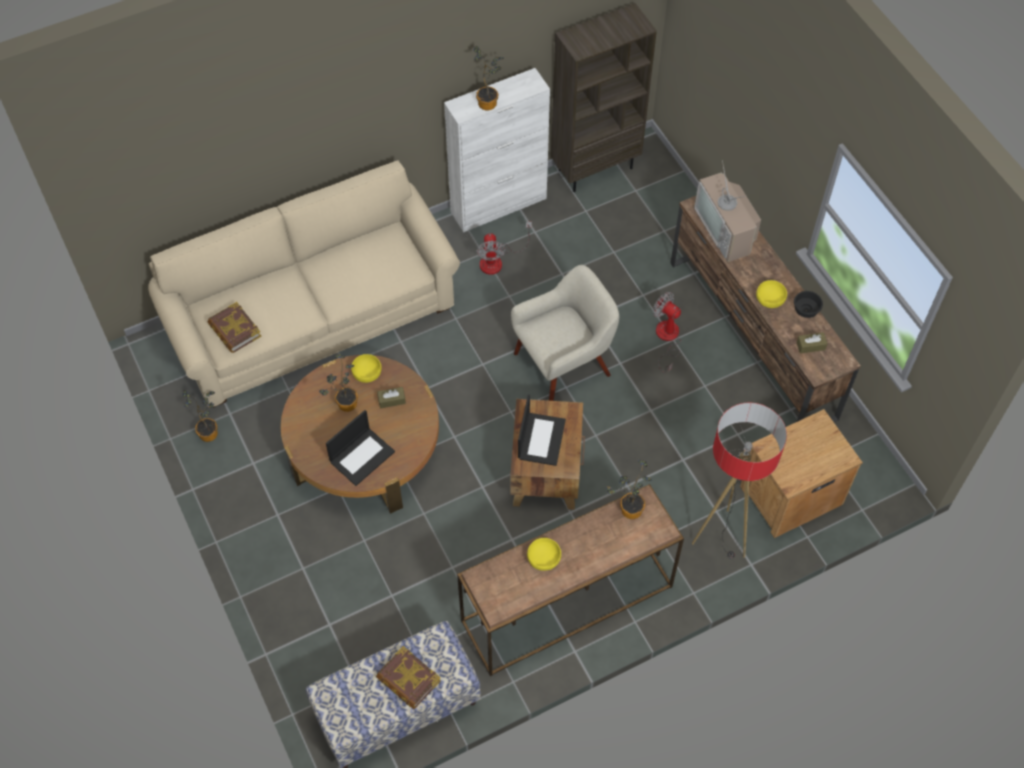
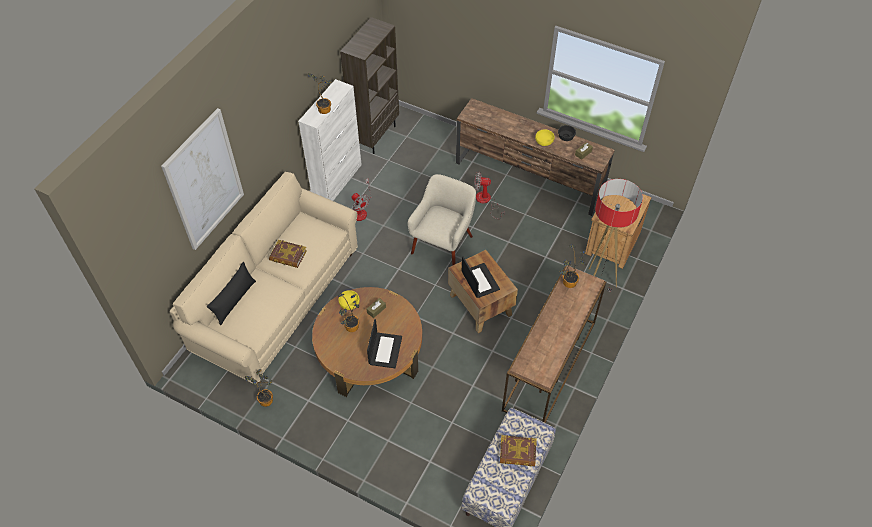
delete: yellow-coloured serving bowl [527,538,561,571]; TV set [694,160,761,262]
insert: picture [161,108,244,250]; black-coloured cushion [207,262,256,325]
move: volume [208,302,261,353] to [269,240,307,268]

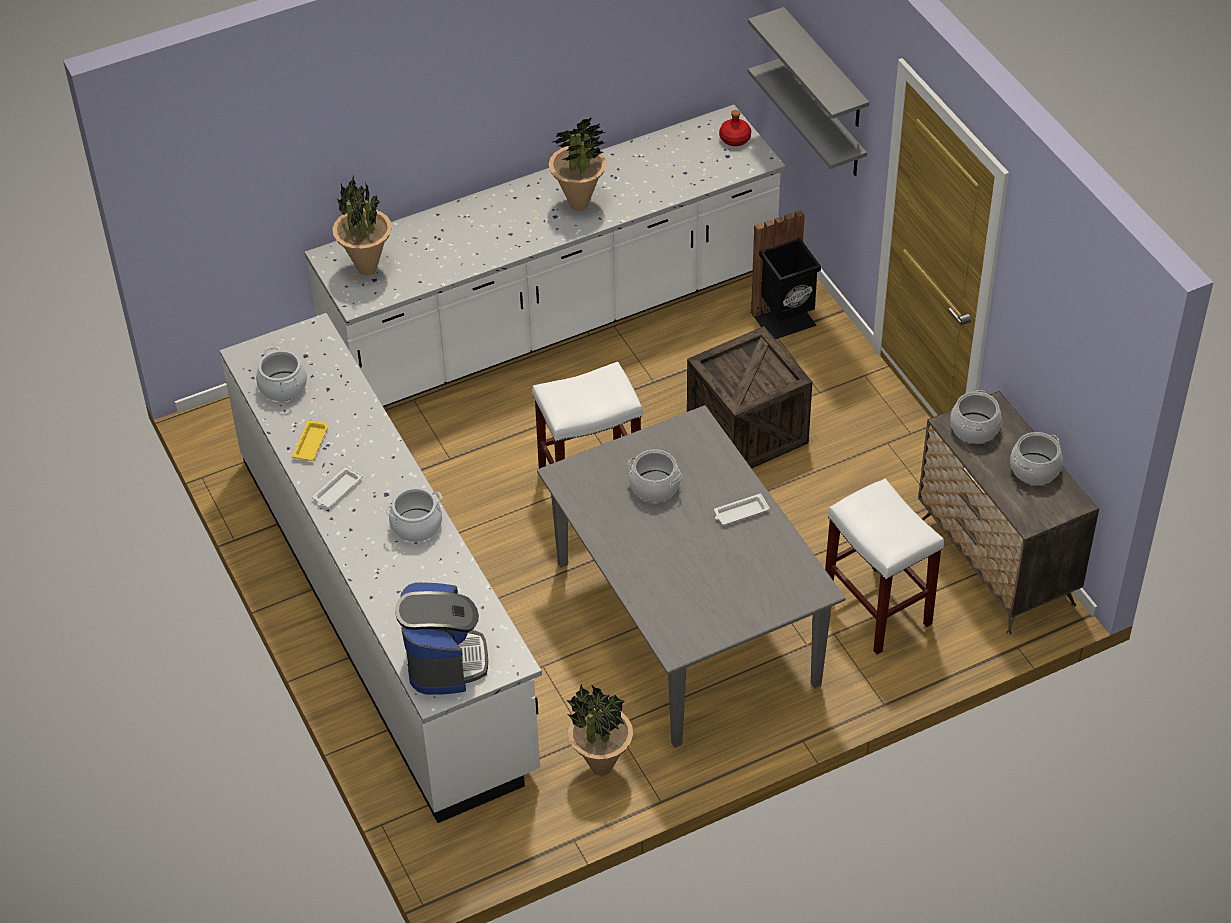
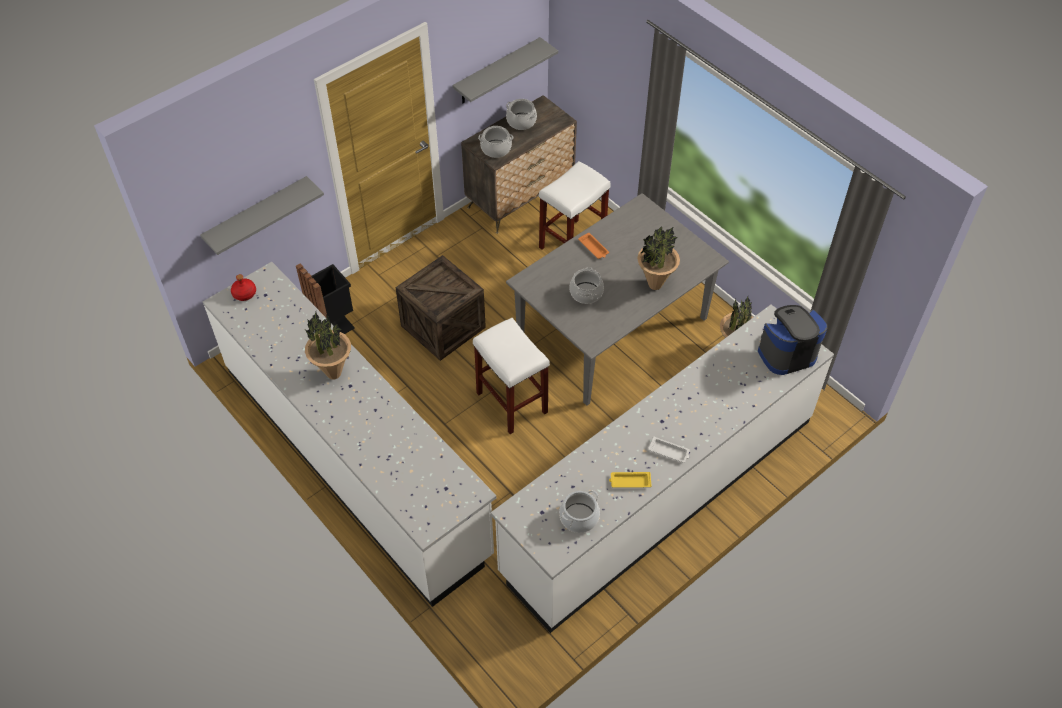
delete: stockpot [385,487,442,542]
move: plant in a pot [333,176,392,275] to [637,226,680,290]; grey wall shelf [748,7,869,127] to [452,37,558,103]
recolor: whitish tray [714,493,770,525] to orange tray [578,232,609,259]

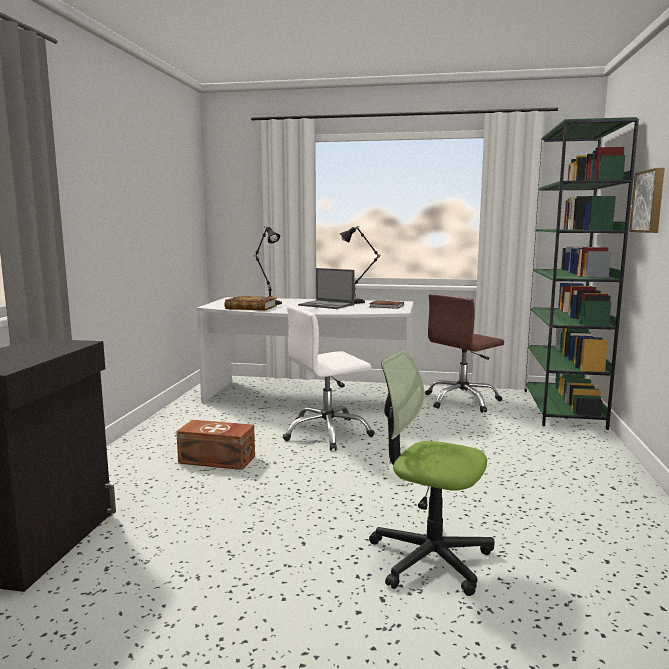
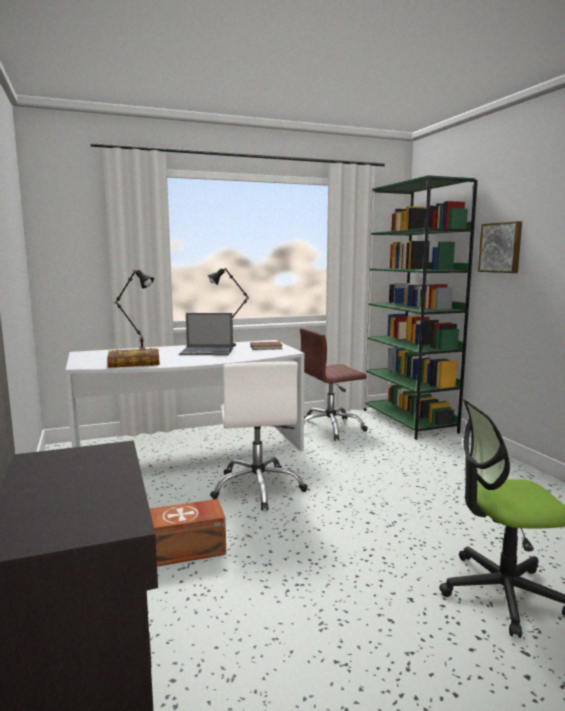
rotate: whitish office chair [283,305,375,451] = [210,361,308,511] 45 degrees counterclockwise; brownish office chair [425,293,504,413] = [300,328,368,441] 45 degrees clockwise

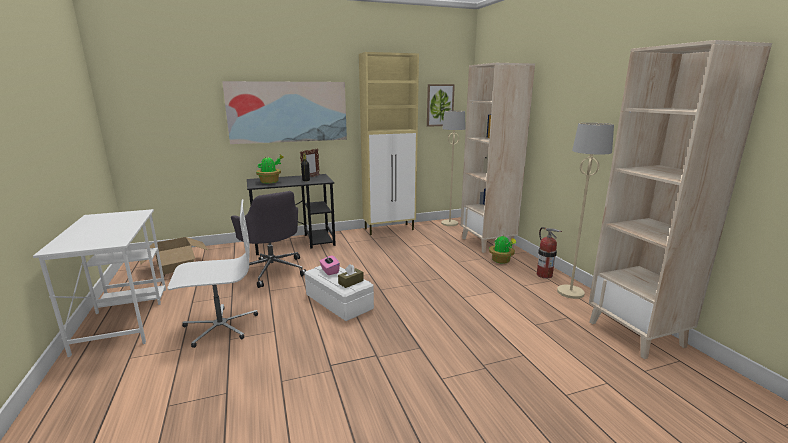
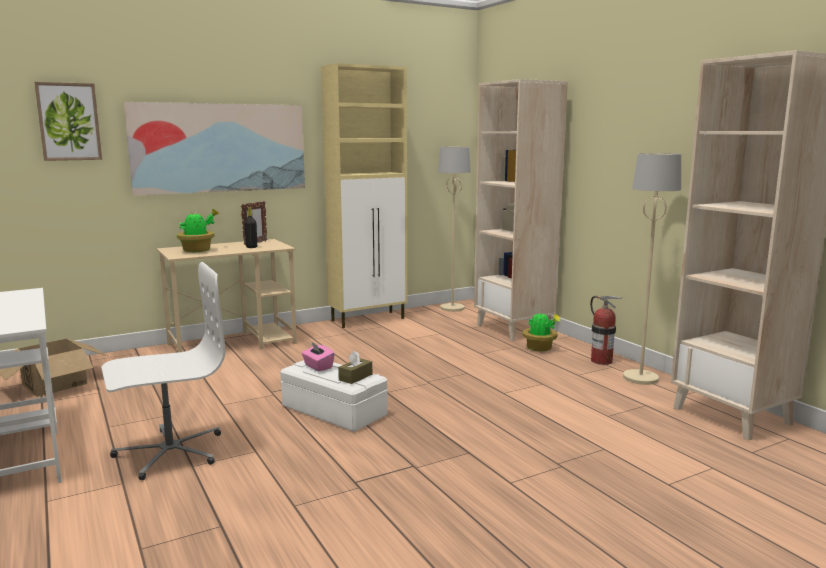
delete: grey office chair [231,191,306,288]
move: picture [427,84,455,127] to [34,82,102,161]
recolor: black-coloured desk unit [247,174,336,255] to beige-coloured desk unit [157,239,297,352]

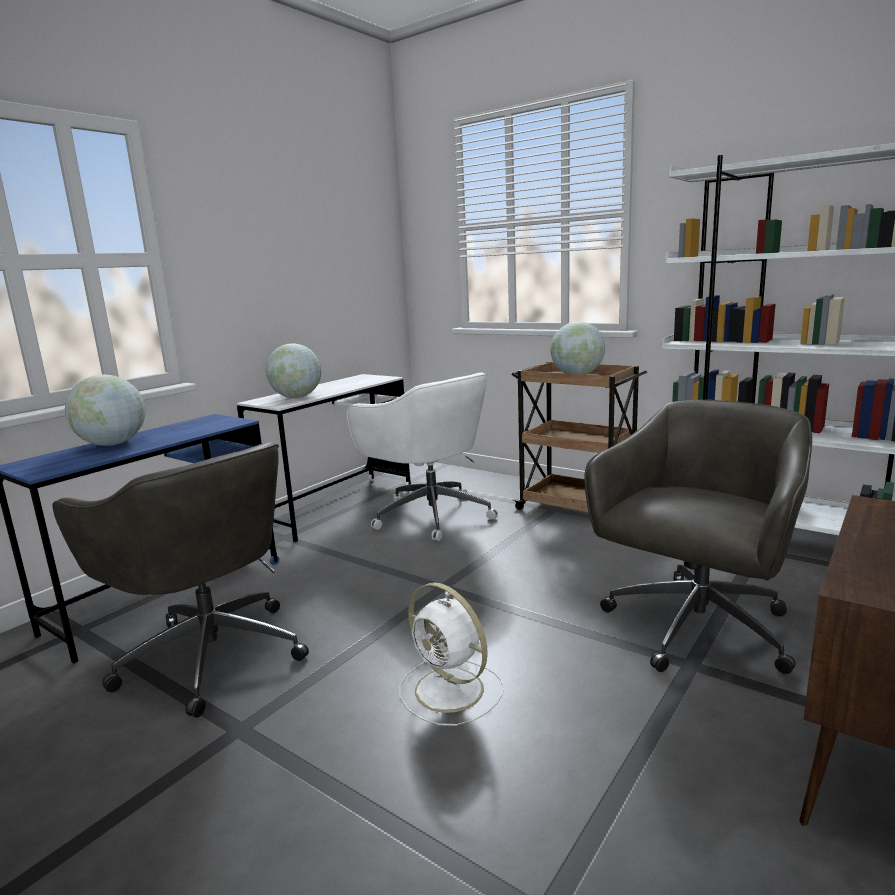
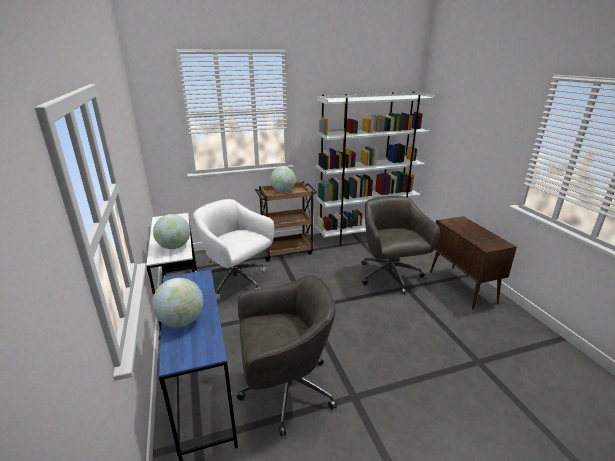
delete: whitish electric fan [399,582,504,726]
rotate: whitish office chair [346,372,498,541] = [193,199,274,300] 135 degrees counterclockwise

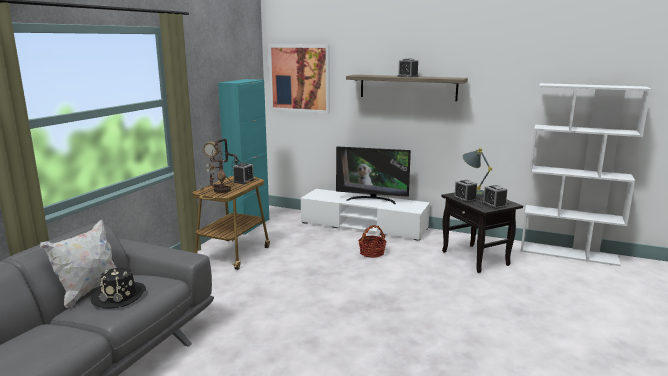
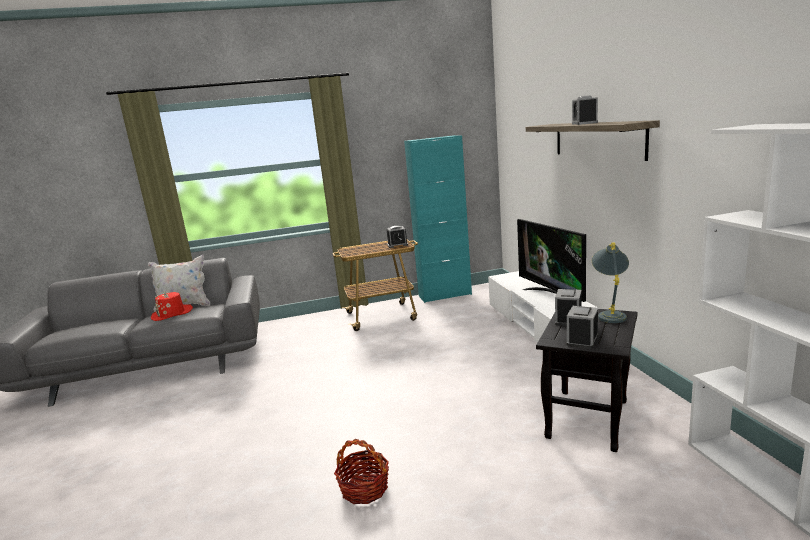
delete: tabletop lamp [199,139,243,193]; picture [268,44,330,114]
move: basket [358,225,387,258] to [334,439,389,504]
recolor: black-coloured wearable hat [91,268,146,309] to red-coloured wearable hat [151,291,193,321]

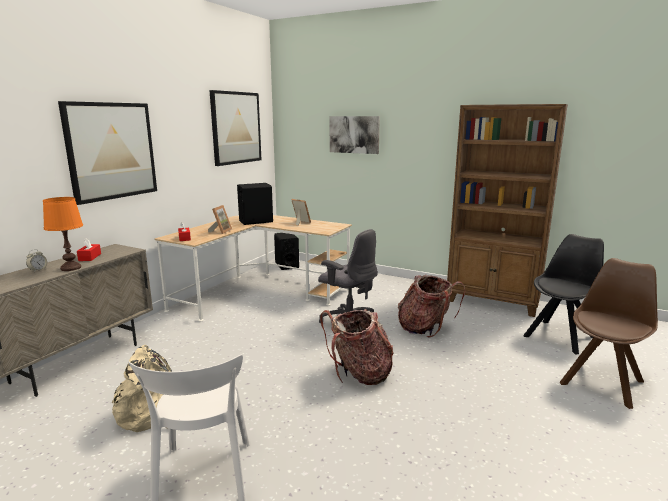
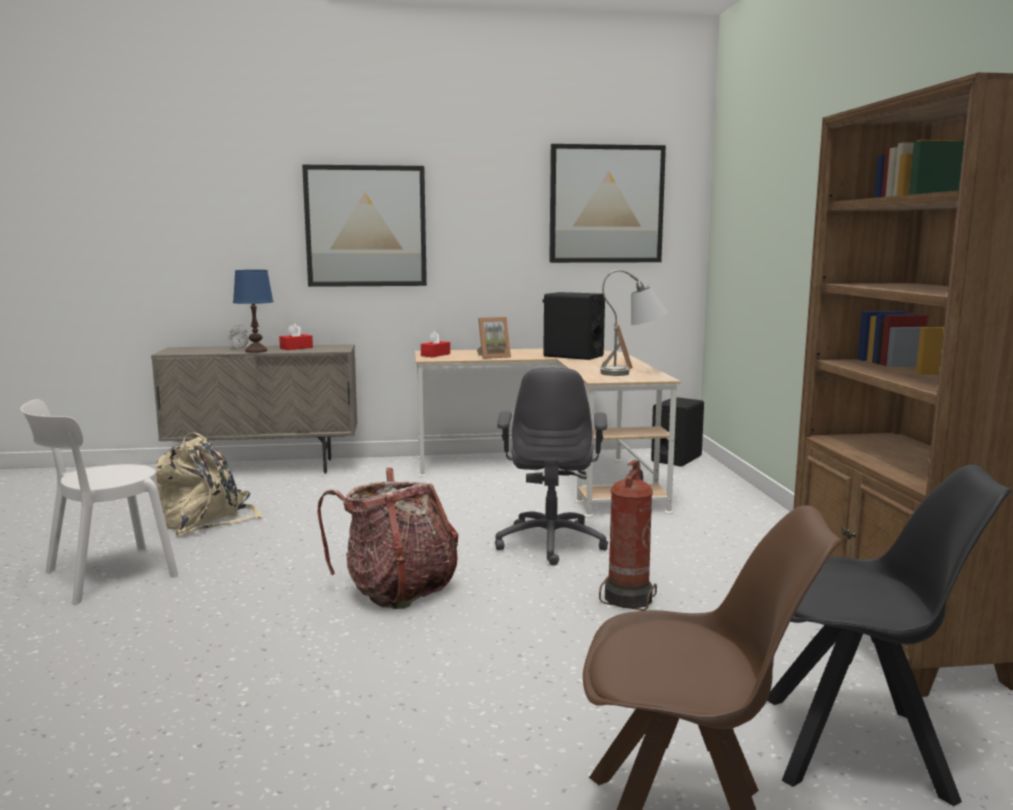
delete: picture [330,116,380,154]
insert: grey tabletop lamp [601,270,668,376]
replace: knapsack [398,275,465,338] to fire extinguisher [599,460,657,611]
recolor: orange tabletop lamp [43,197,83,271] to bluish tabletop lamp [233,270,274,353]

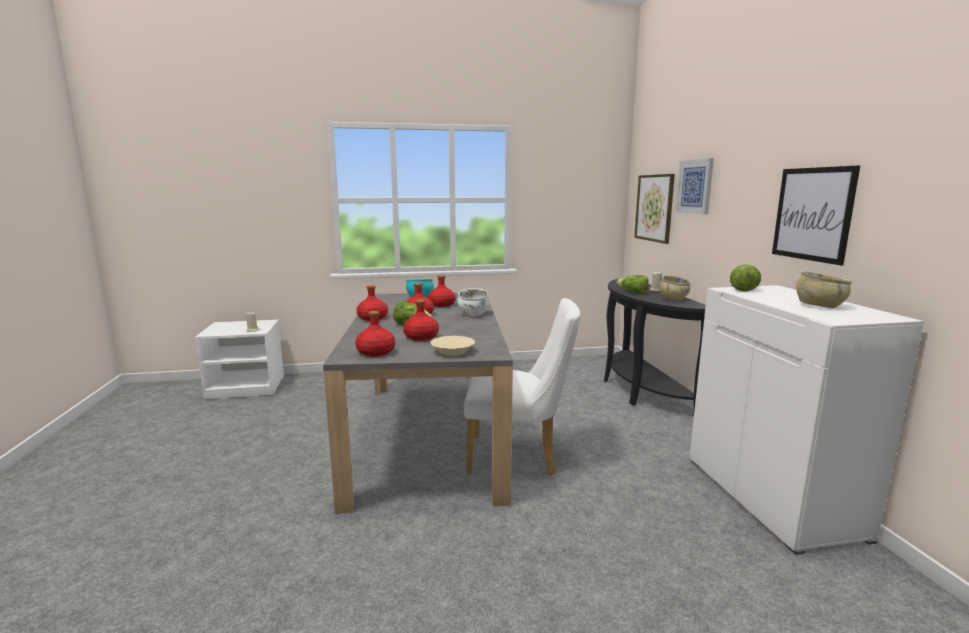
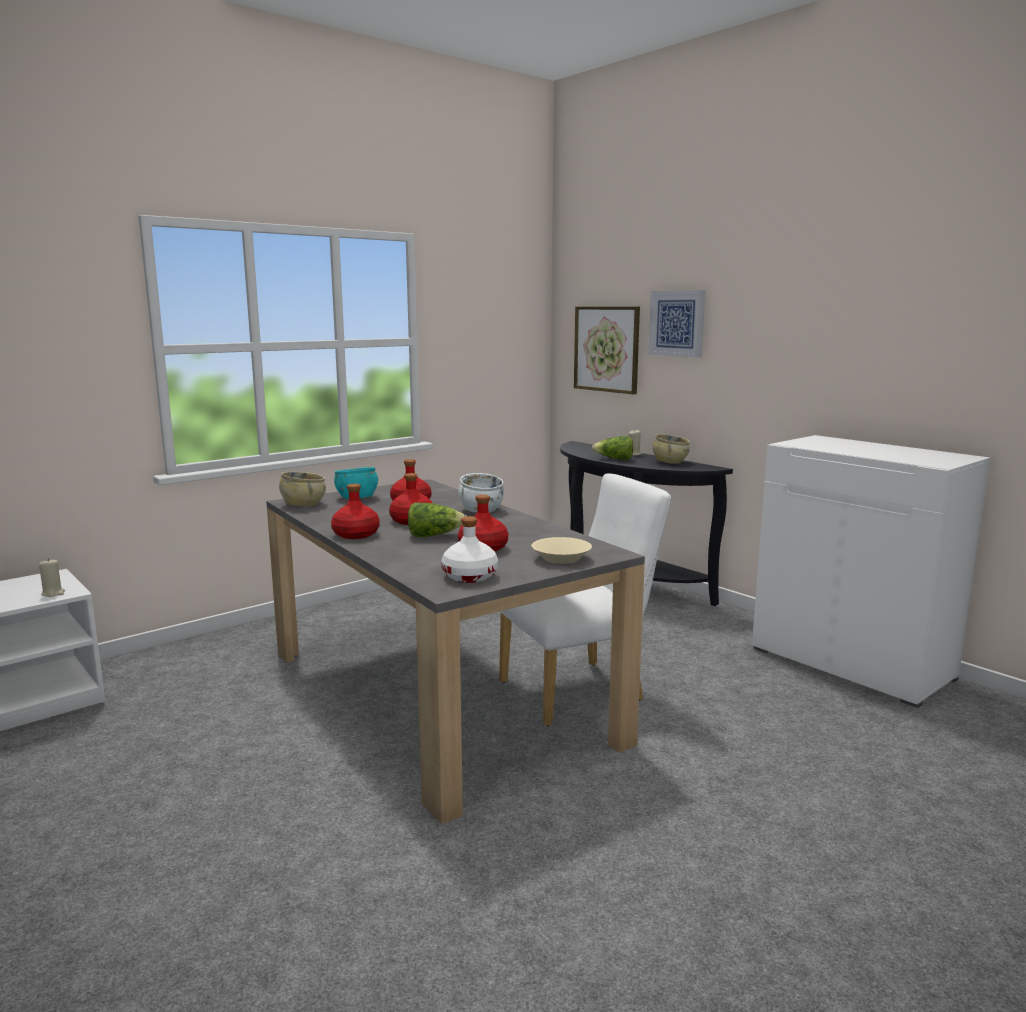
delete: head of lettuce [730,265,761,291]; picture [772,166,860,266]
move: beige-coloured serving bowl [796,271,852,308] to [279,472,326,506]
recolor: red-coloured drink bottle [355,311,395,356] to whitish drink bottle [441,516,498,583]

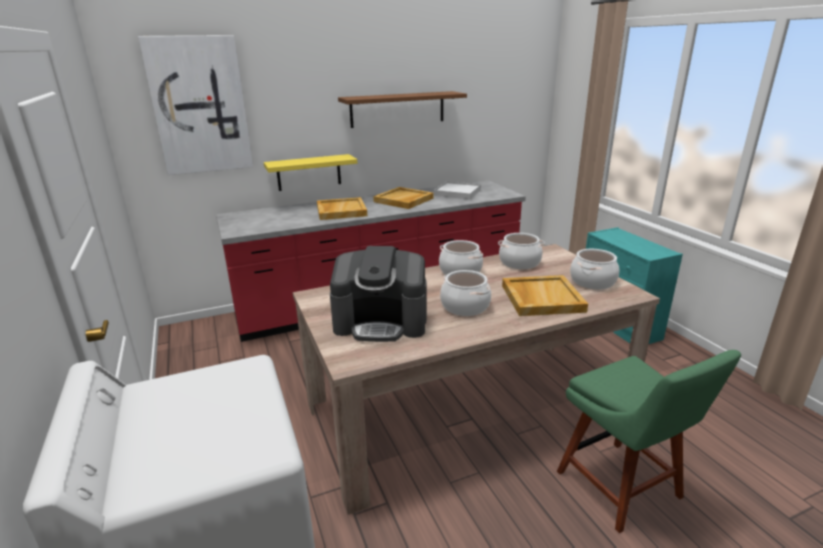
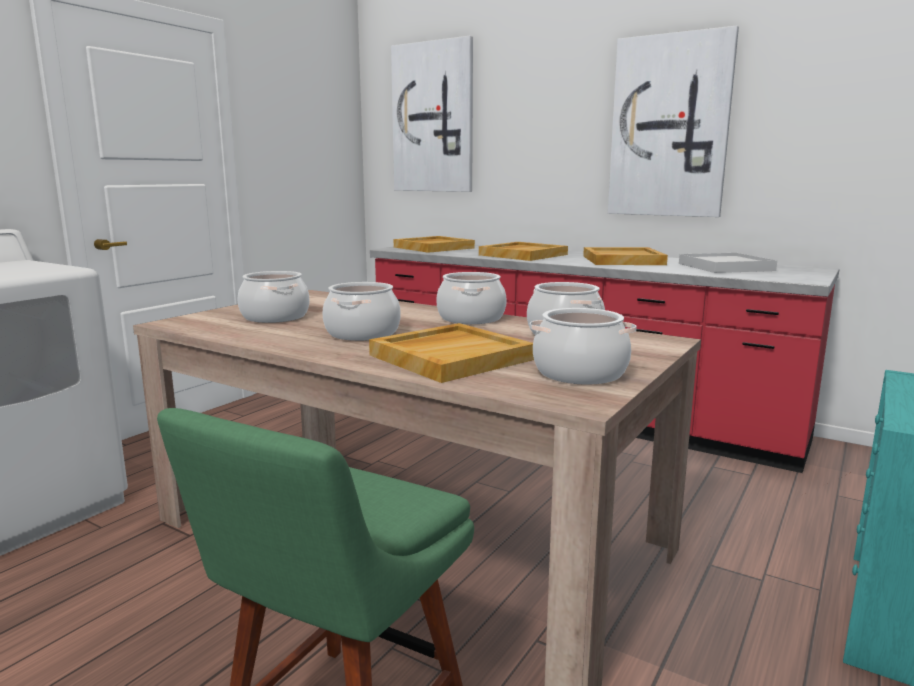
delete: yellow-coloured wall shelf [264,154,357,191]
insert: beige-coloured tray [394,236,475,253]
replace: coffee brewer [330,246,427,342] to stockpot [238,271,309,323]; brownish wall shelf [338,91,467,128] to picture [608,26,739,217]

